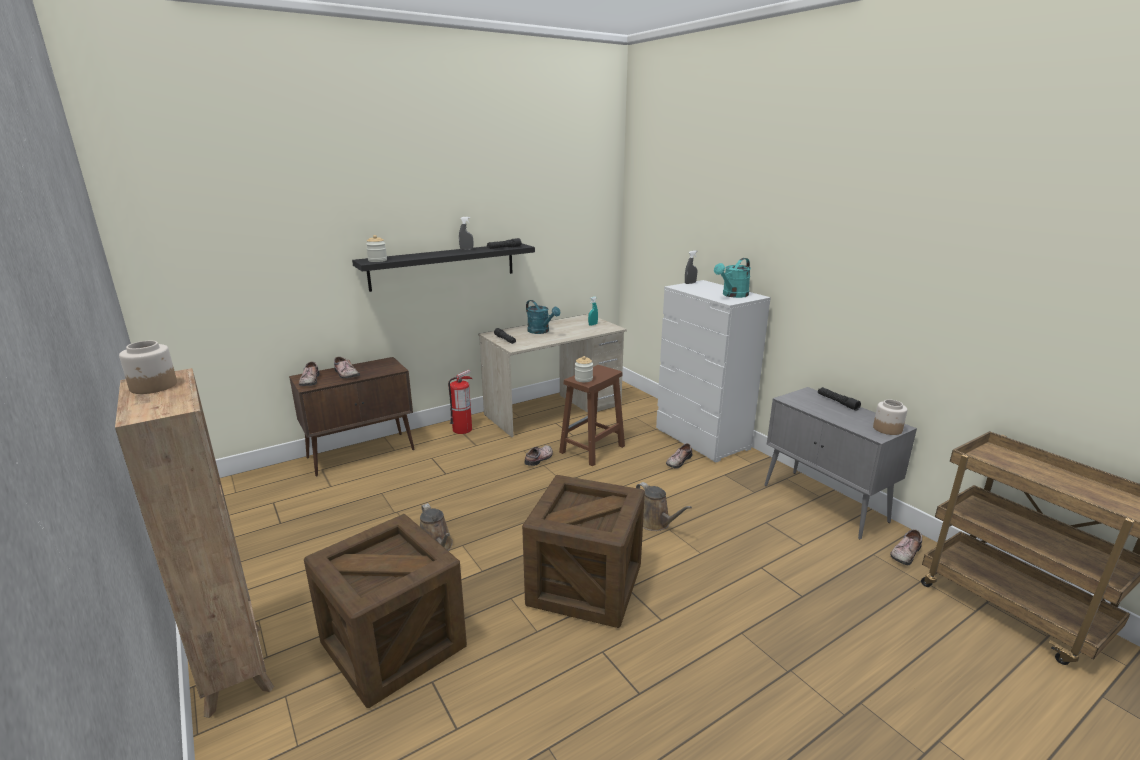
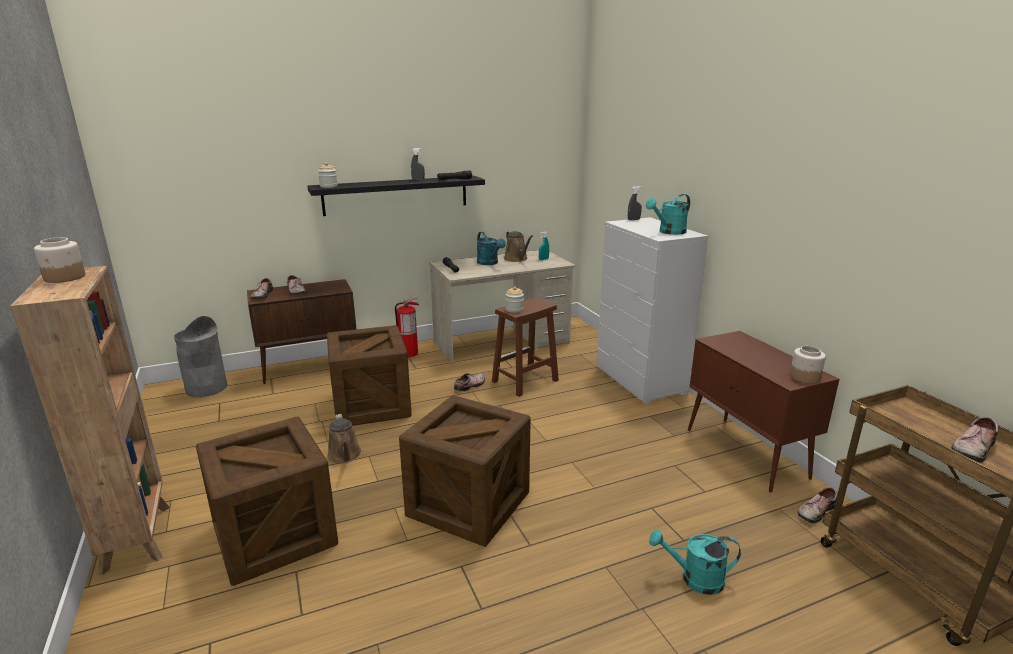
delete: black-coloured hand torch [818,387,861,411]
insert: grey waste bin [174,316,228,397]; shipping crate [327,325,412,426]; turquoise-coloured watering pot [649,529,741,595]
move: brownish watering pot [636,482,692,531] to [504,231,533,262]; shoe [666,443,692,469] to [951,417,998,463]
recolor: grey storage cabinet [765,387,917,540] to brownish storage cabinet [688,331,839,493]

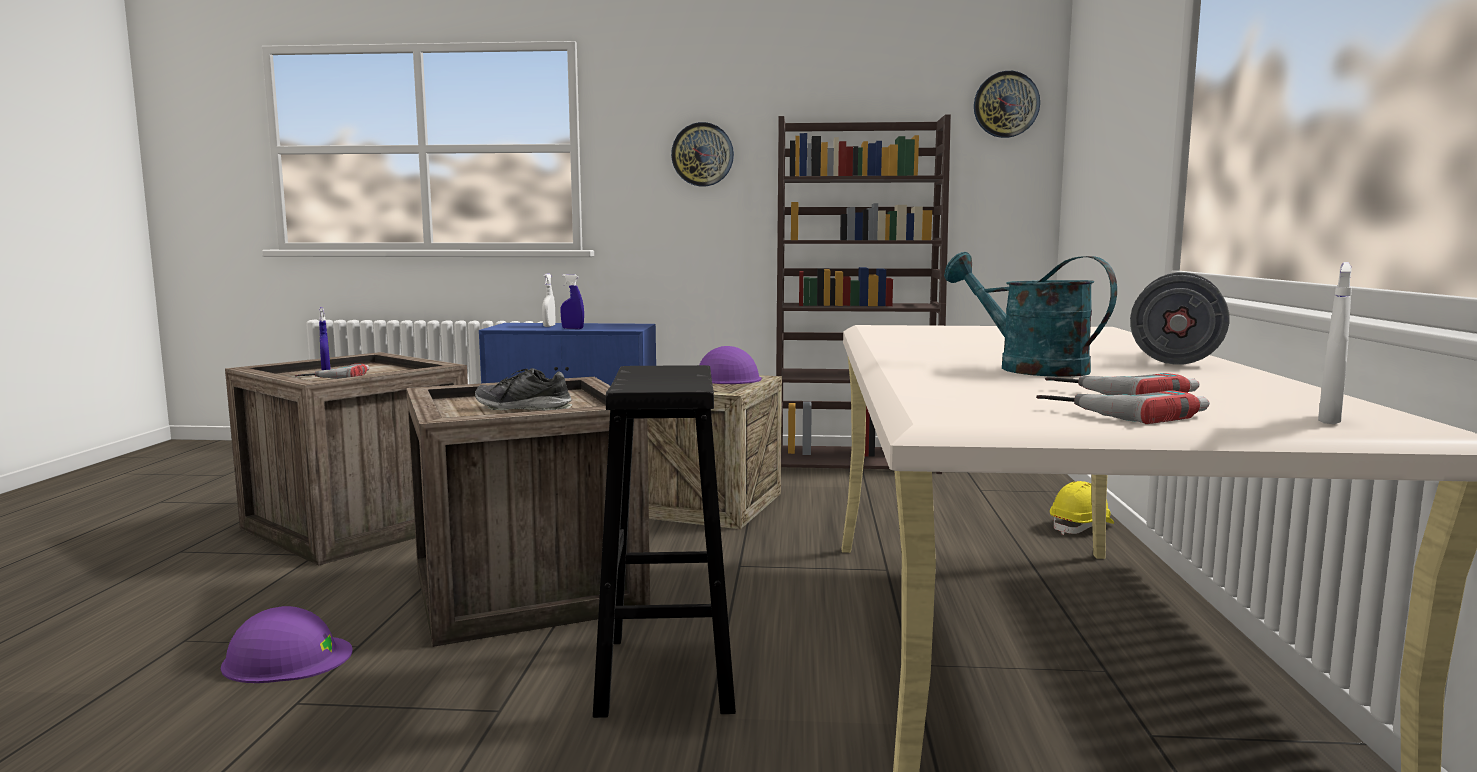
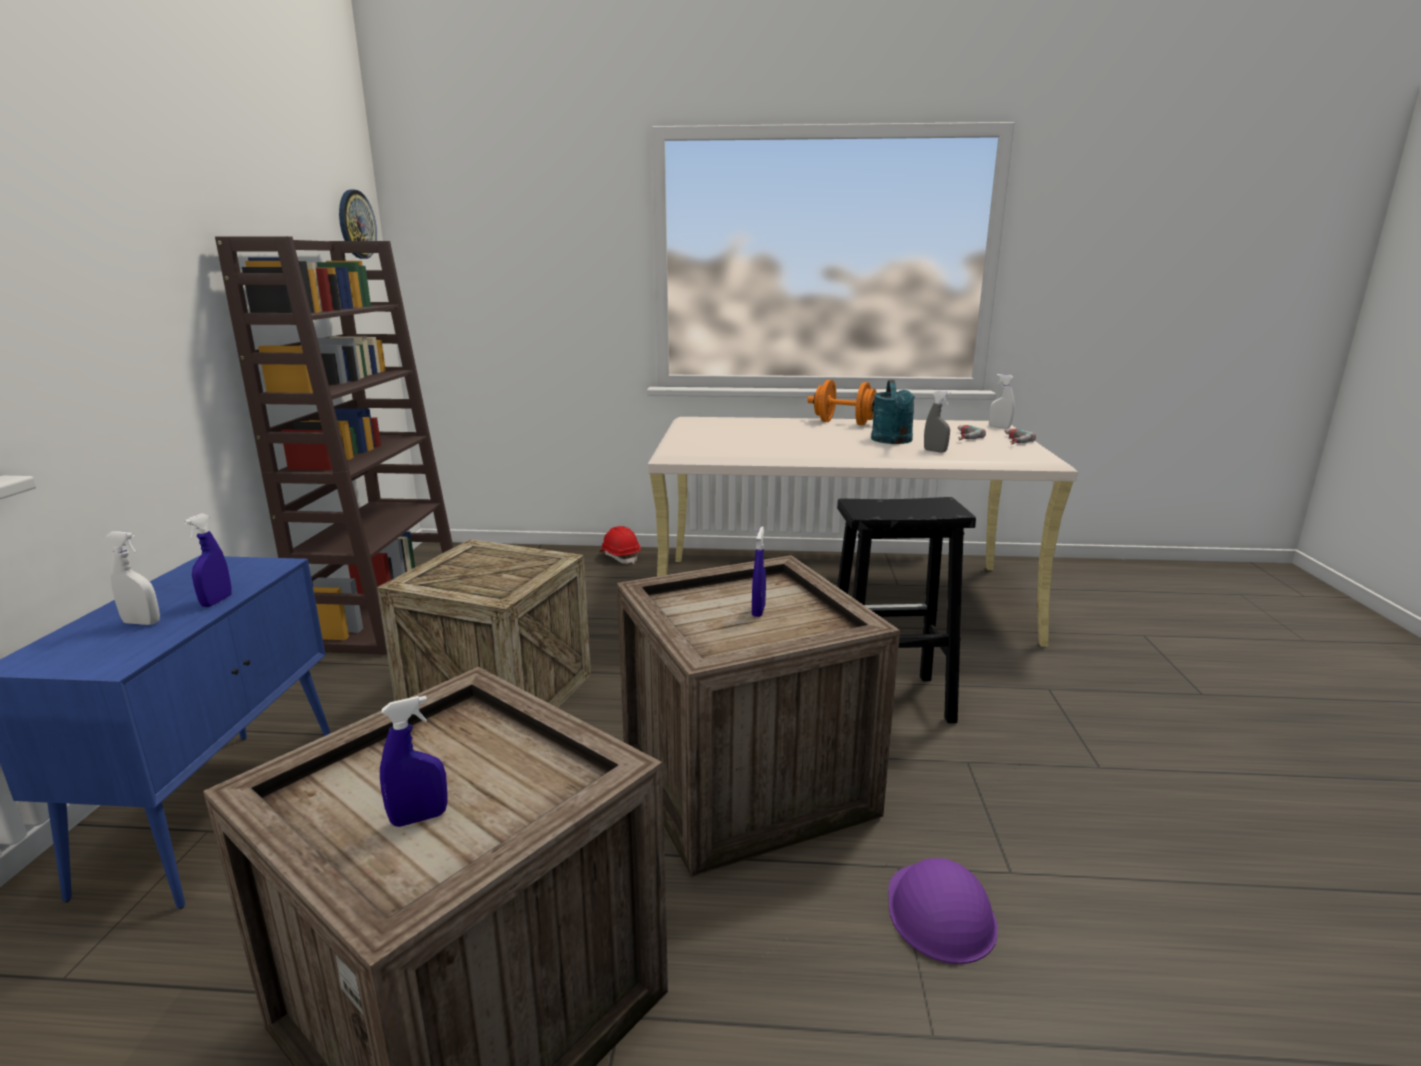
delete: drill [295,364,369,379]; wall clock [671,122,734,186]; purplish work helmet [699,346,762,384]
insert: grey spray bottle [924,391,951,452]
replace: shoe [475,368,572,410] to bluish spray bottle [752,527,766,617]
recolor: yellow-coloured work helmet [1050,481,1114,535] to red-coloured work helmet [599,526,640,564]; grey free weight [1130,272,1229,365] to orange free weight [807,380,877,425]
rotate: turquoise-coloured watering pot [944,252,1117,377] = [871,380,915,444] 45 degrees counterclockwise

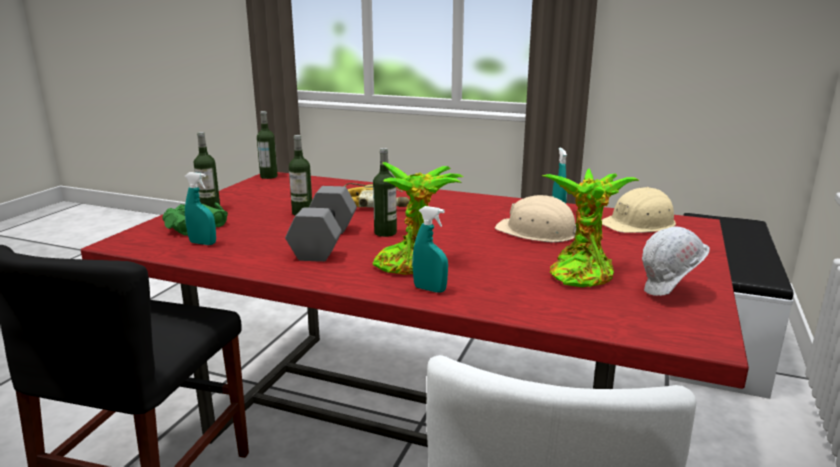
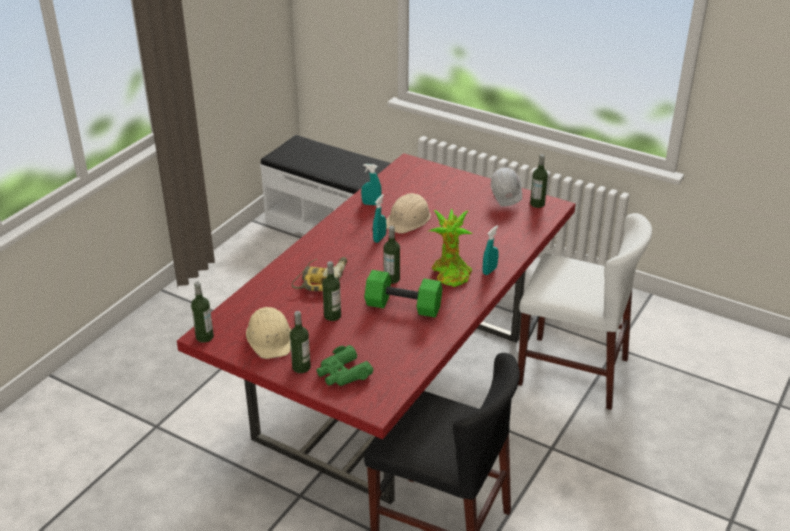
delete: plant in a pot [542,168,640,287]
insert: drink bottle [530,154,548,208]
move: turquoise-coloured spray bottle [185,172,216,245] to [373,194,386,243]; beige-coloured work helmet [602,187,676,233] to [246,307,291,359]
recolor: grey free weight [285,186,357,262] to green free weight [364,270,442,317]

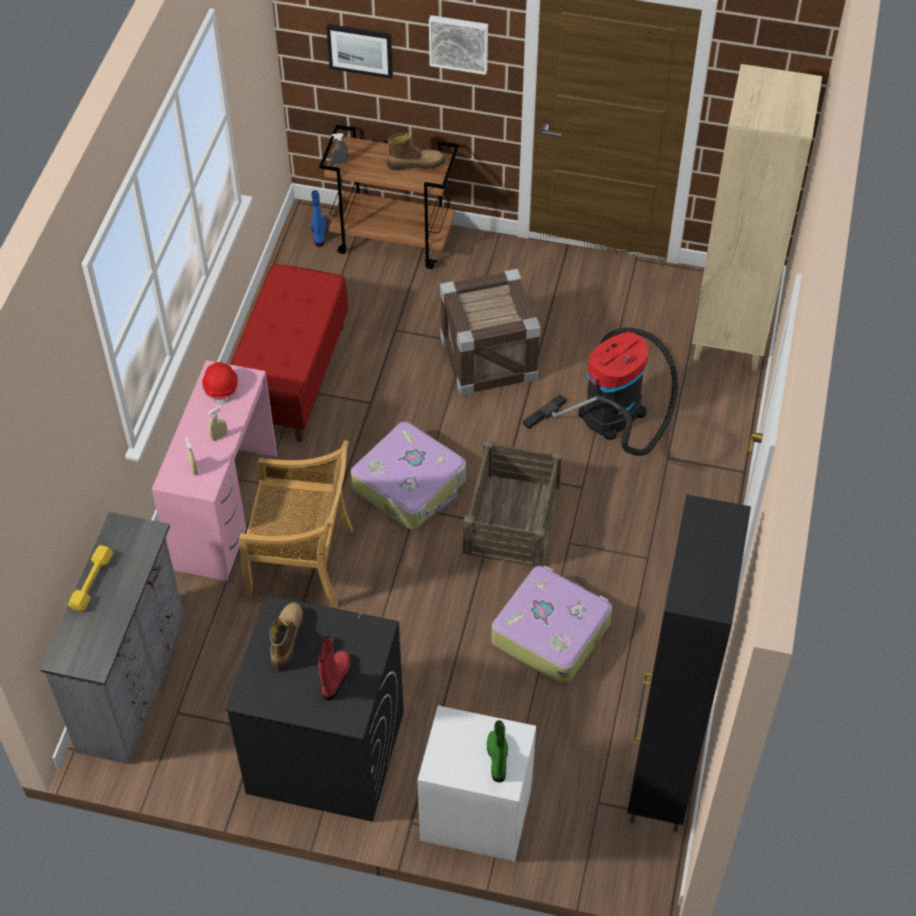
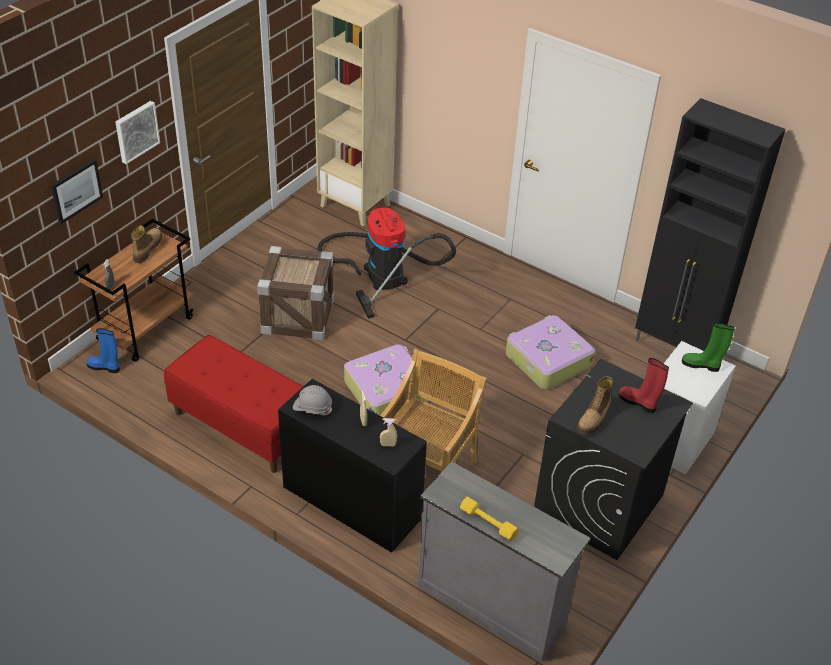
delete: shipping crate [463,439,563,567]
recolor: pinkish desk unit [152,360,277,581] to black-coloured desk unit [278,379,427,553]; red-coloured work helmet [202,362,238,405] to grey work helmet [293,385,332,415]
rotate: boot [269,602,304,671] = [577,376,613,434] 90 degrees counterclockwise

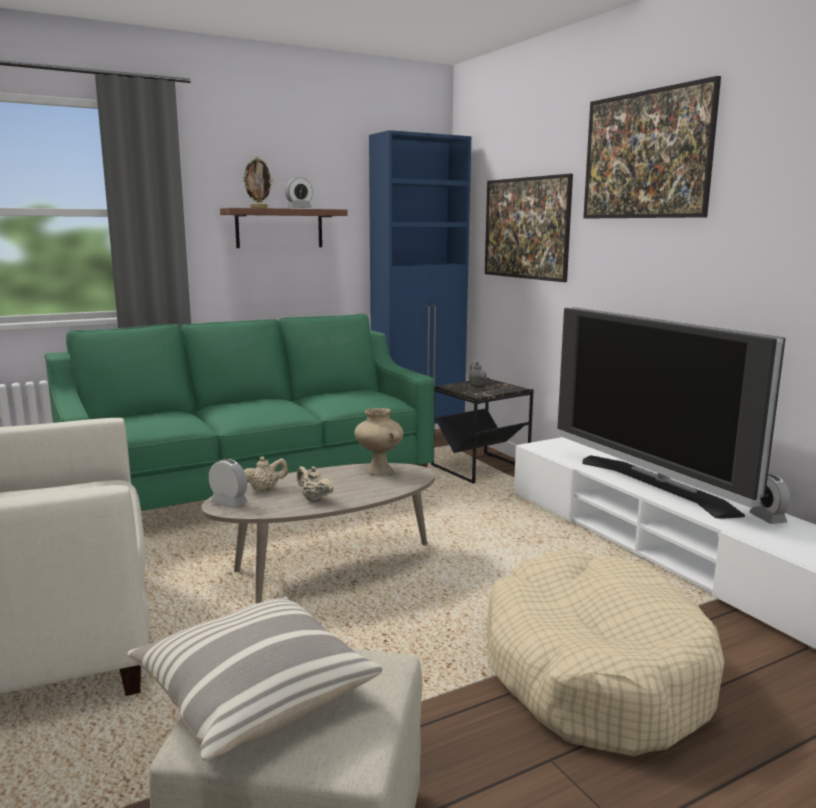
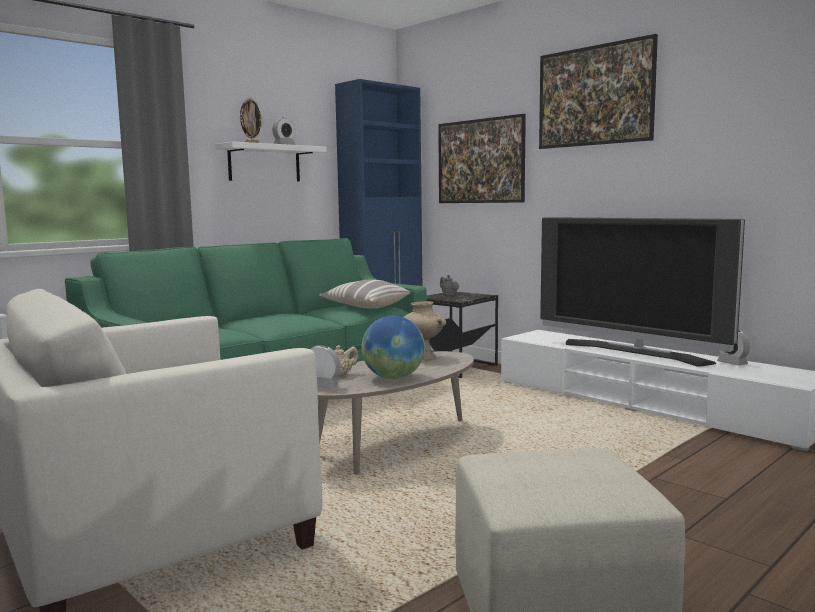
delete: beige-coloured dog bed [486,549,725,756]
move: cushion [127,597,382,761] to [319,279,410,308]
replace: beige-coloured tea pot [297,466,334,502] to globe [361,316,425,379]
recolor: brownish wall shelf [220,208,348,248] to whitish wall shelf [215,141,327,181]

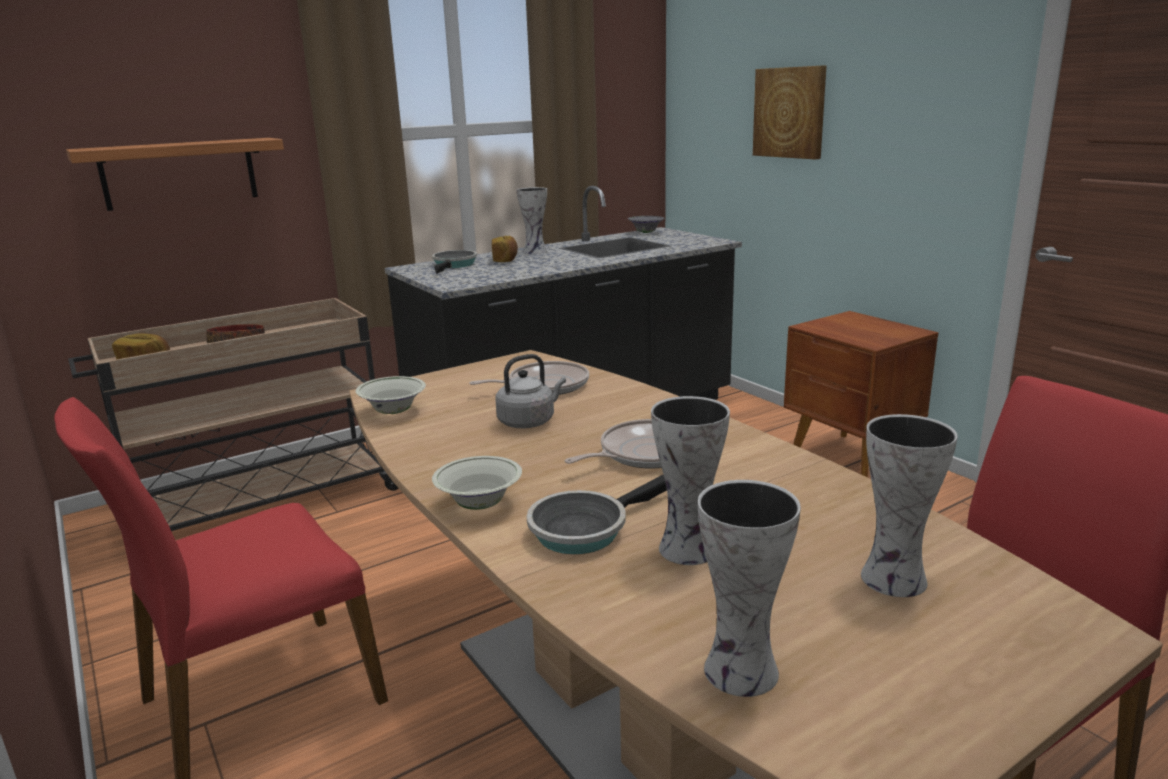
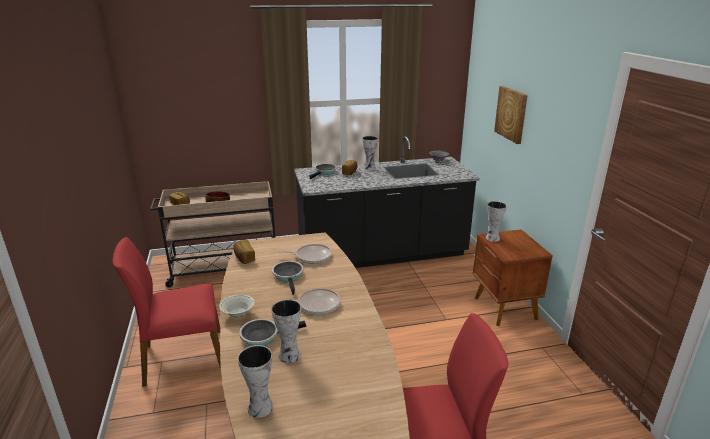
delete: wall shelf [66,138,284,211]
move: flower vase [861,414,958,597] to [485,201,507,242]
replace: whitish serving bowl [355,376,426,414] to bread [233,240,255,264]; grey tea kettle [495,354,566,428] to pan [272,261,303,295]

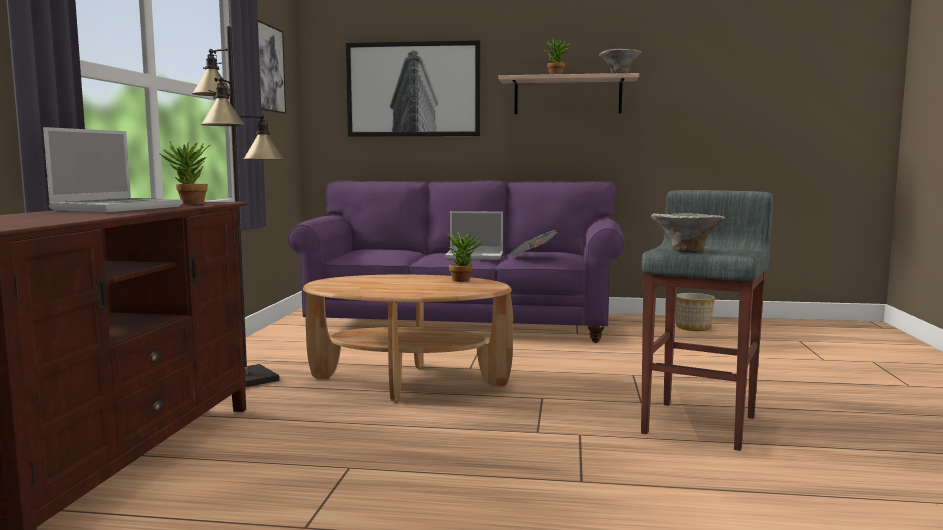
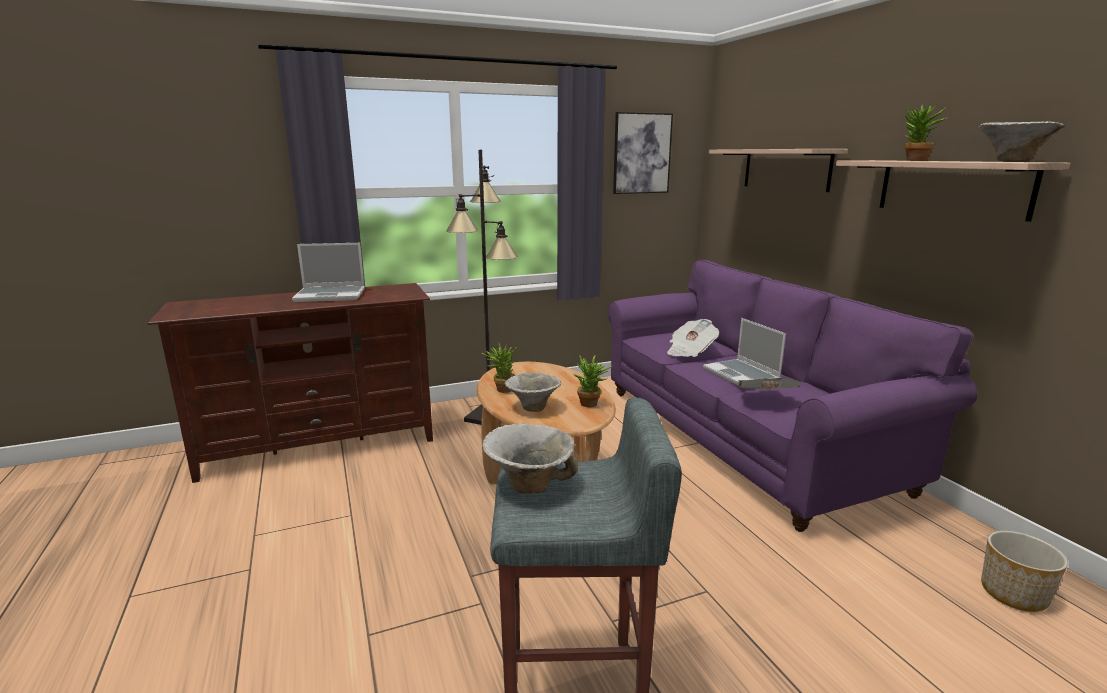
insert: serving bowl [505,372,561,412]; daily paper [667,319,719,357]
move: plant in a pot [159,141,211,204] to [481,341,517,393]
replace: picture [345,40,480,137] to wall shelf [709,149,848,192]

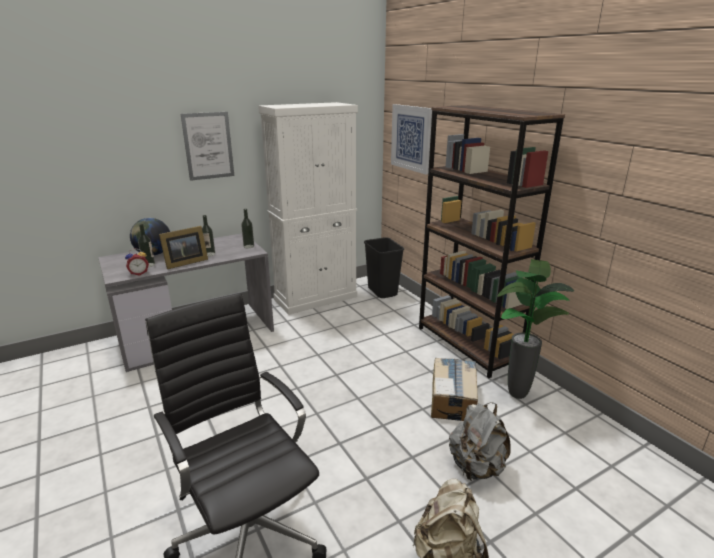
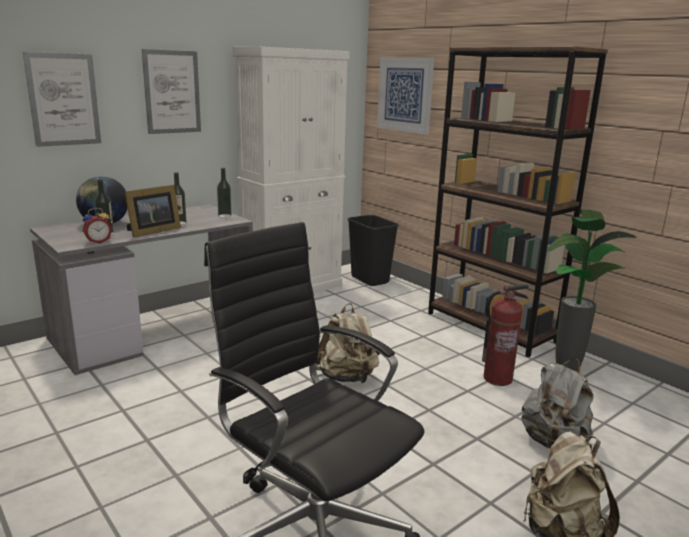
insert: picture [23,52,101,147]; beige-coloured knapsack [315,303,380,383]
replace: packing box [431,358,478,421] to fire extinguisher [482,284,529,386]

